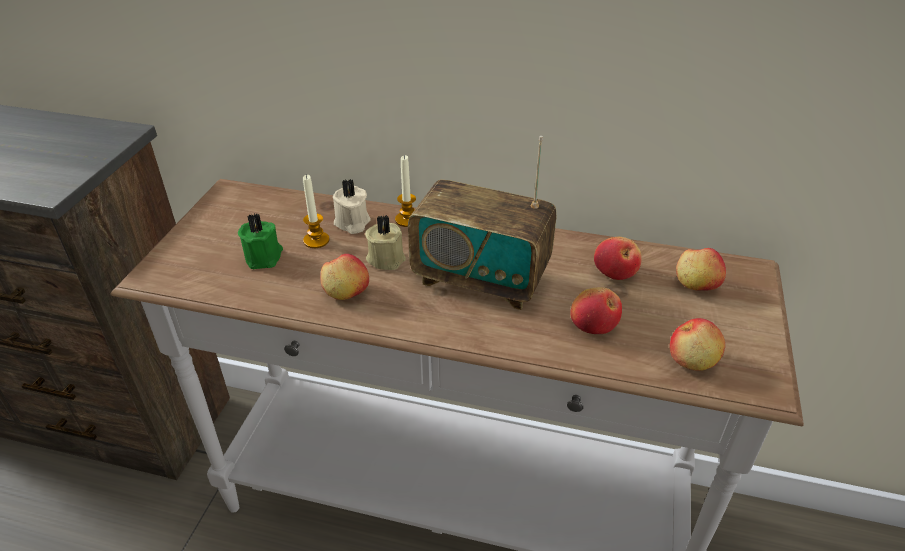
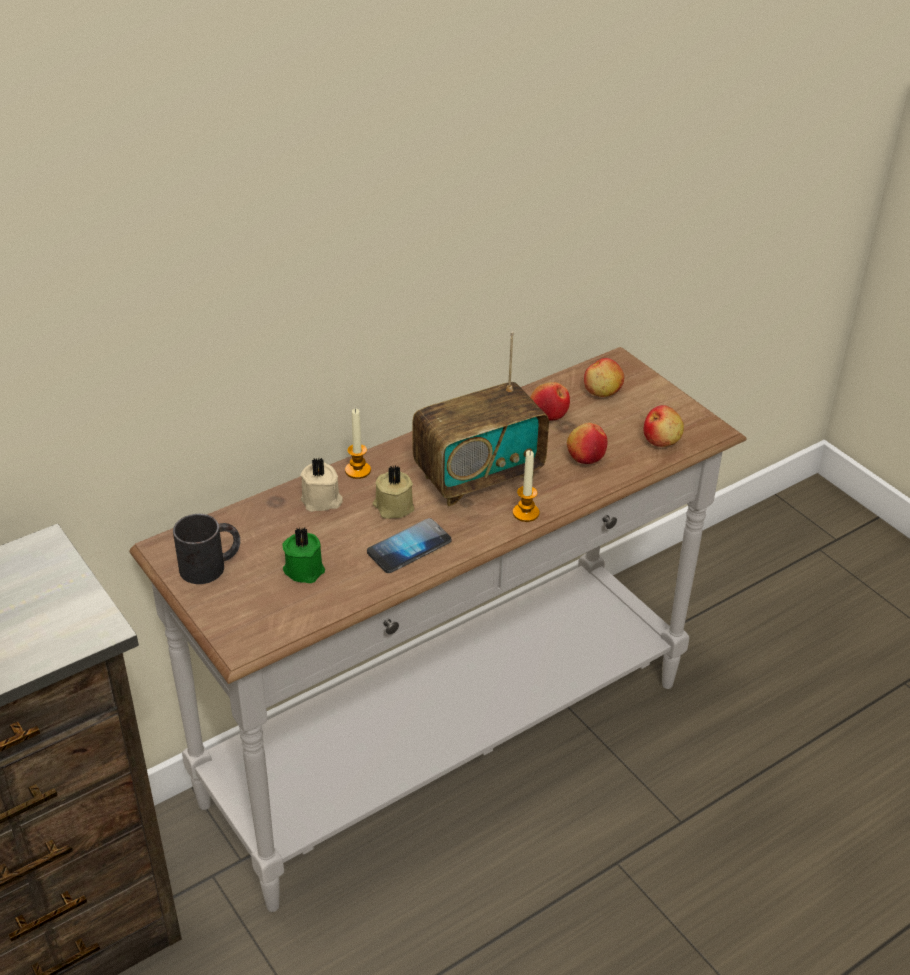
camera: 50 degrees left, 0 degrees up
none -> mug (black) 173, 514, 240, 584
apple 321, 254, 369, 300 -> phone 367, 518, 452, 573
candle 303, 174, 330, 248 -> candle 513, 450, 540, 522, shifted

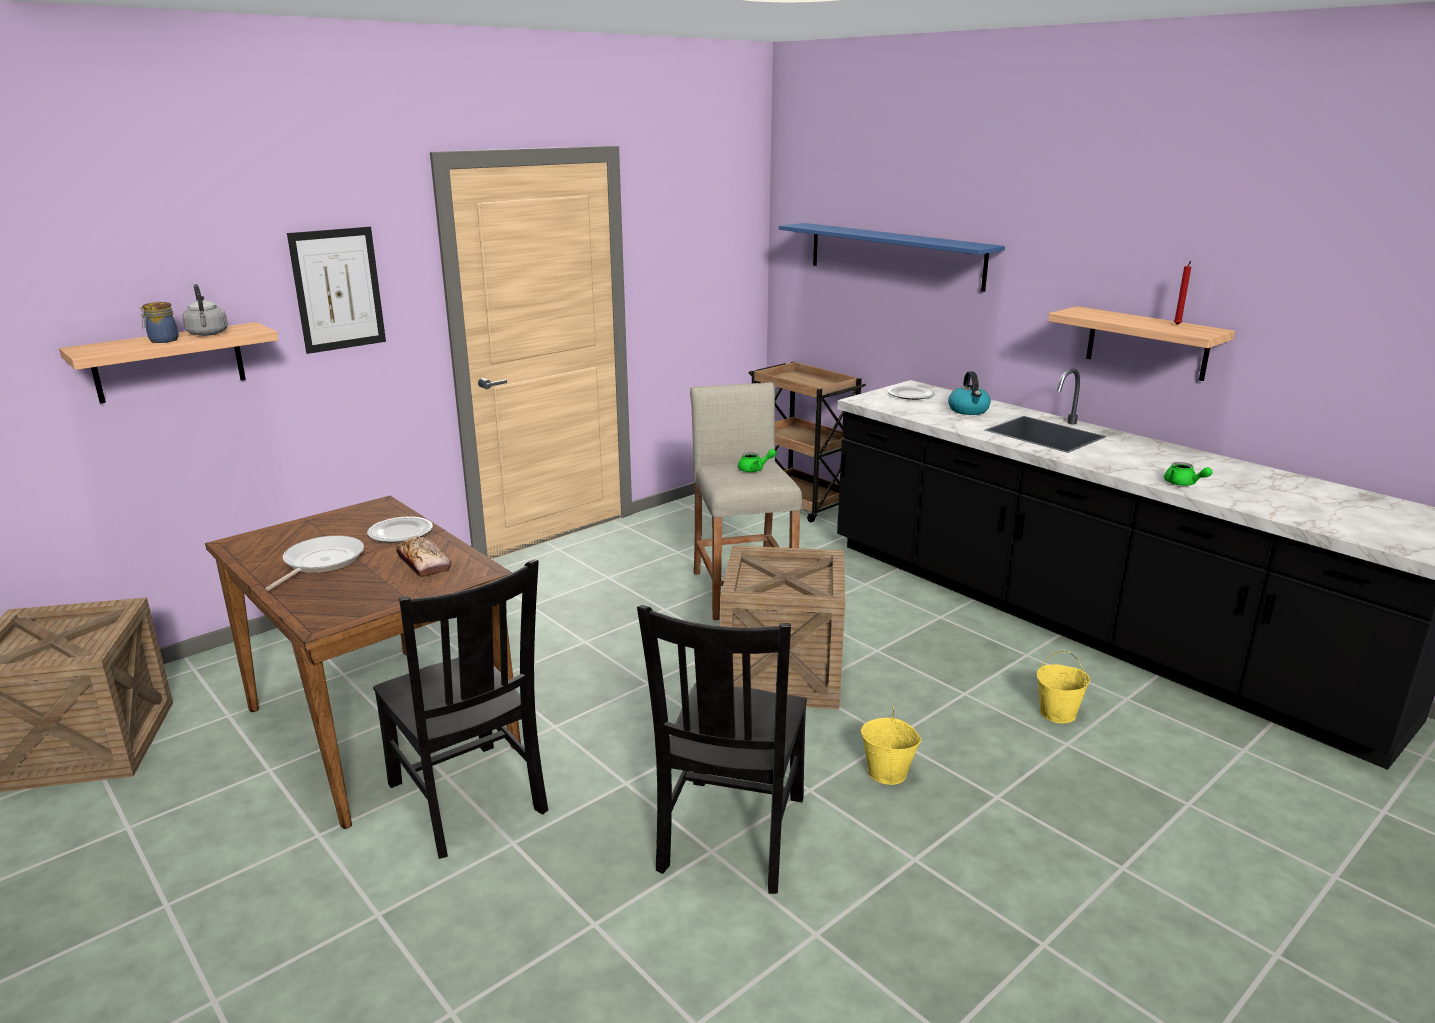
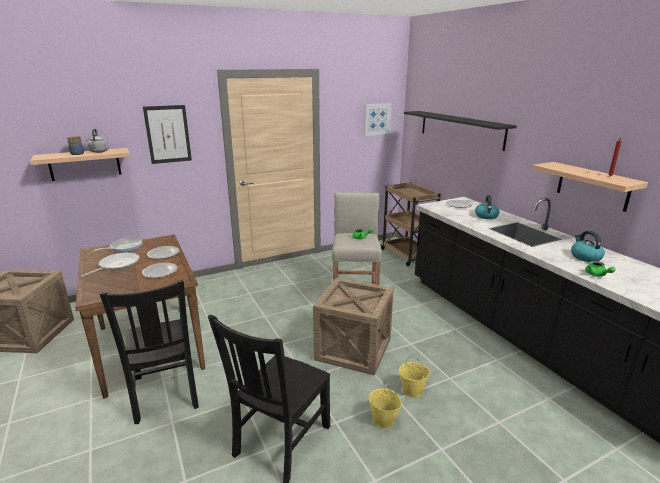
camera: 15 degrees right, 0 degrees up
none -> frying pan 93, 238, 143, 252
bread 396, 536, 451, 577 -> plate 142, 263, 178, 278
none -> picture 364, 103, 392, 136
bucket (yellow) 1037, 650, 1090, 723 -> bucket (yellow) 399, 356, 430, 398, shifted
shelf (blue) 779, 223, 1005, 292 -> shelf (black) 404, 111, 517, 151
none -> kettle 571, 231, 605, 262

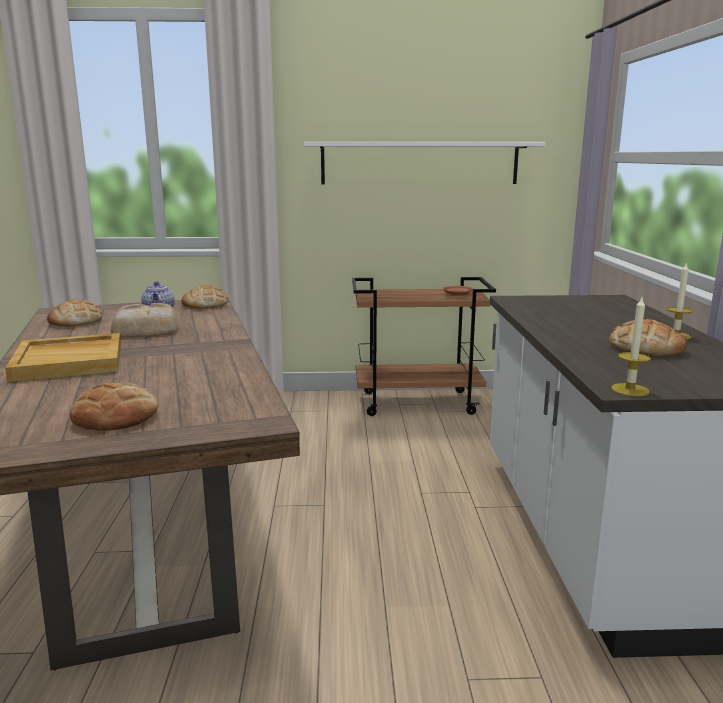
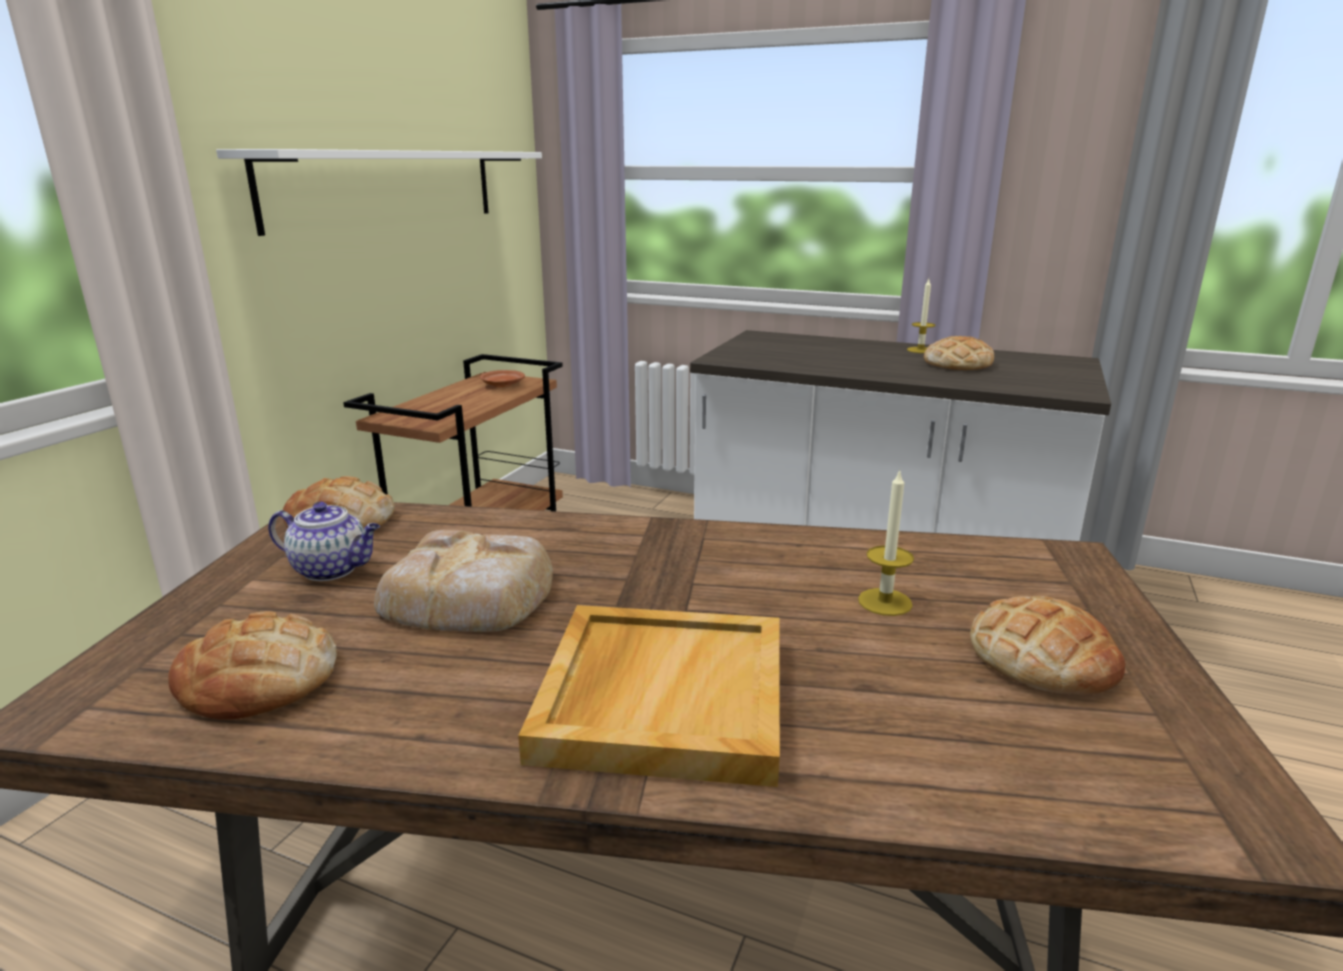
camera: 65 degrees left, 5 degrees up
candle 611, 297, 651, 397 -> candle 858, 469, 914, 616, shifted

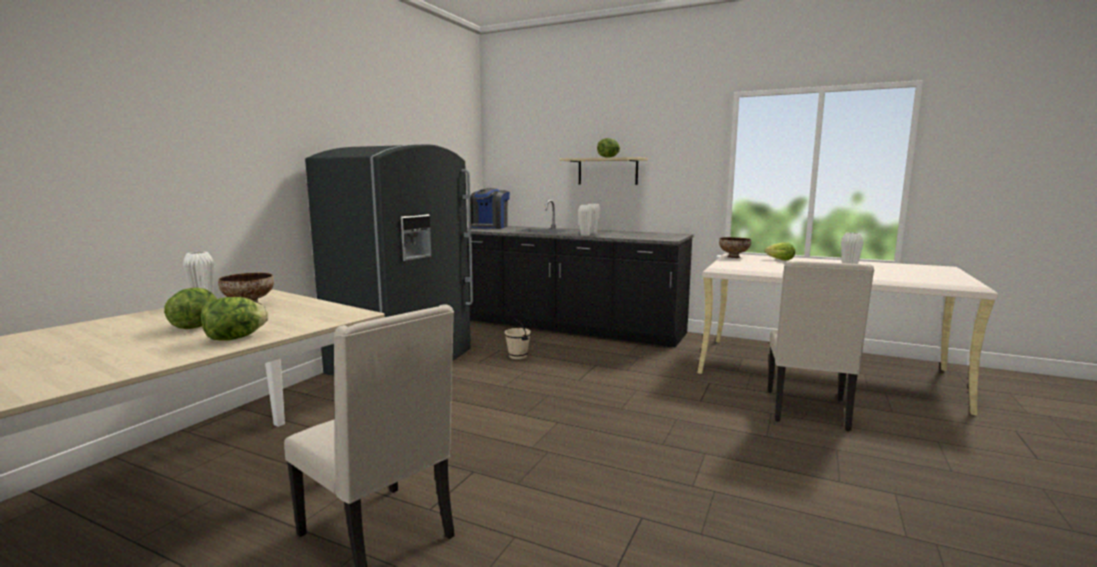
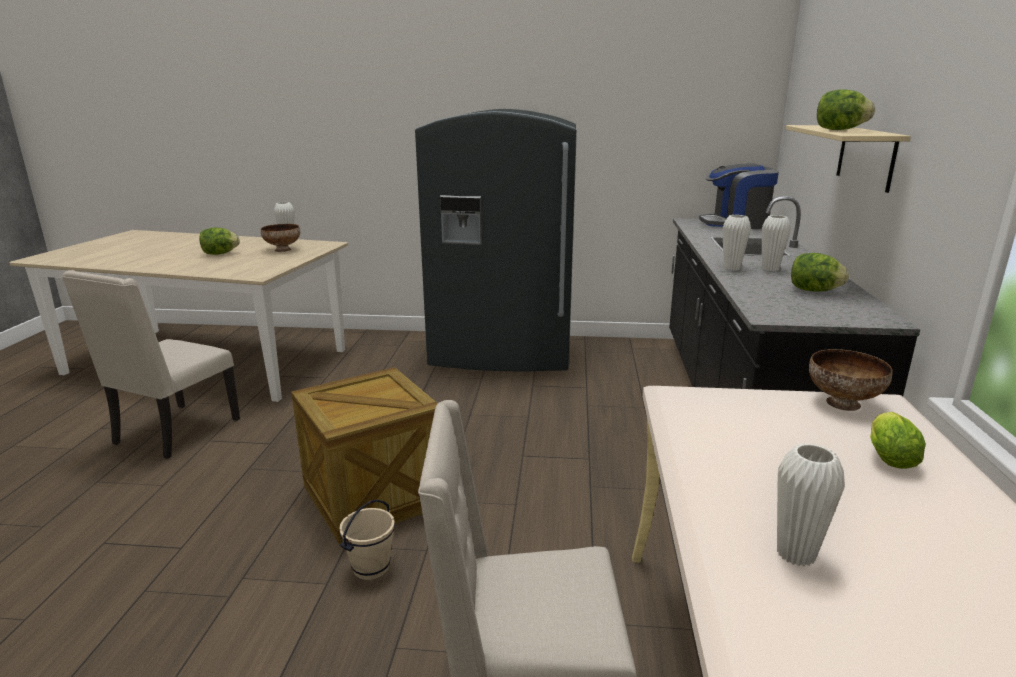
camera: 70 degrees right, 10 degrees up
none -> crate 291, 367, 438, 544
bucket (beige) 505, 320, 531, 359 -> bucket (beige) 339, 500, 395, 580, shifted
lettuce 201, 297, 269, 341 -> lettuce 791, 253, 849, 292, shifted

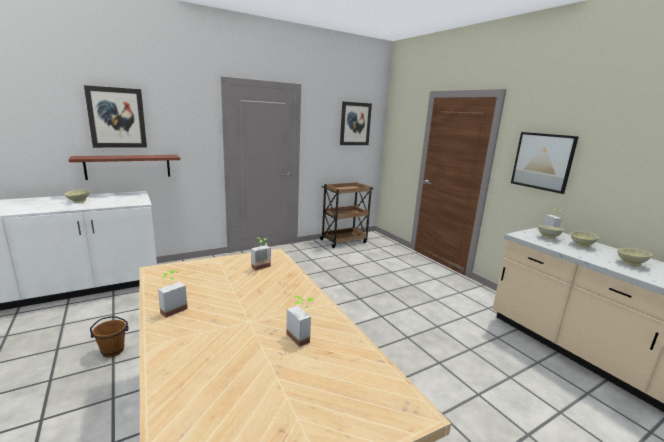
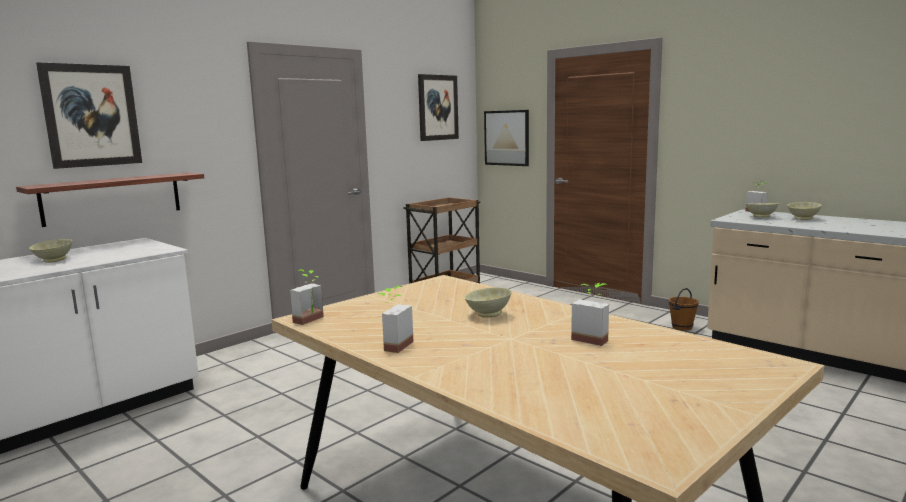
camera: 15 degrees left, 5 degrees down
potted plant 251, 237, 271, 270 -> potted plant 290, 270, 324, 325, shifted
bowl (beige) 617, 248, 653, 266 -> bowl (beige) 464, 287, 512, 318, shifted
picture 511, 132, 579, 194 -> picture 484, 110, 529, 166, shifted
bucket (brown) 90, 316, 129, 357 -> bucket (brown) 669, 288, 699, 331, shifted

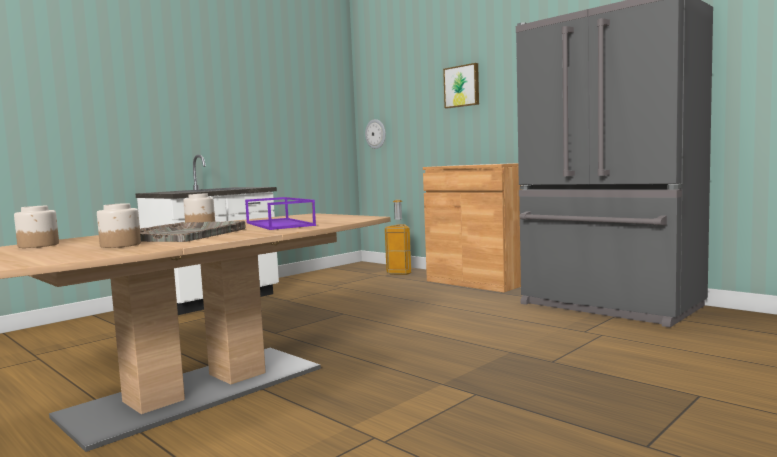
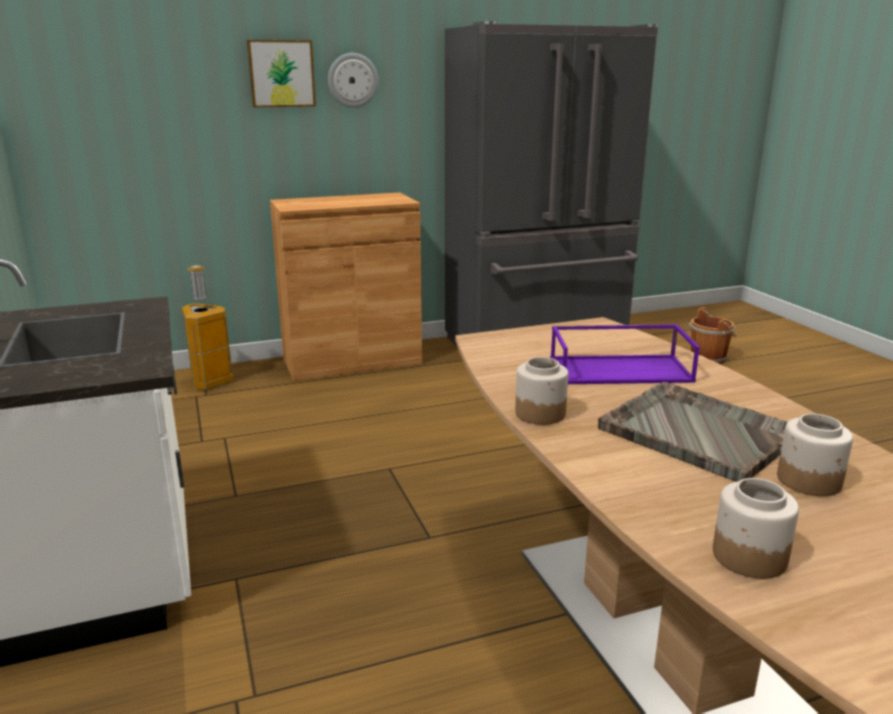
camera: 65 degrees left, 15 degrees up
wall clock 365, 119, 386, 149 -> wall clock 328, 53, 379, 108, shifted
none -> bucket (brown) 689, 307, 737, 364

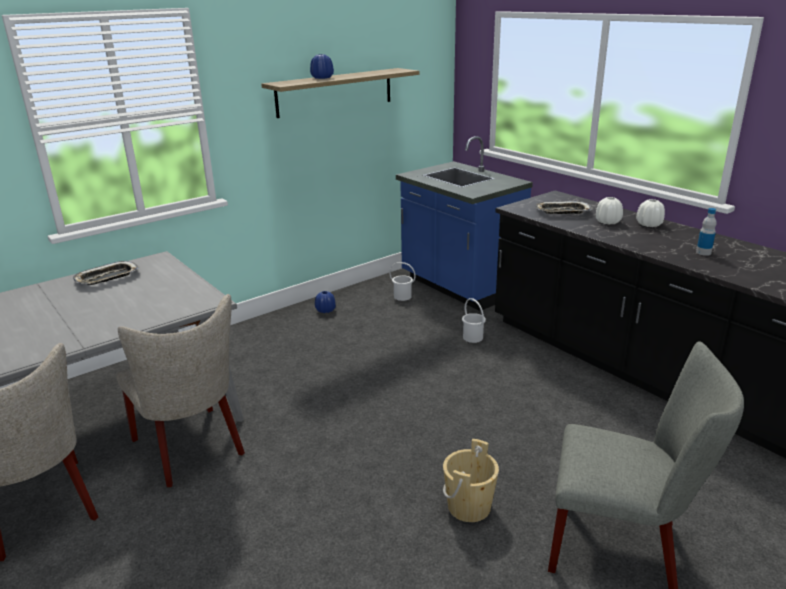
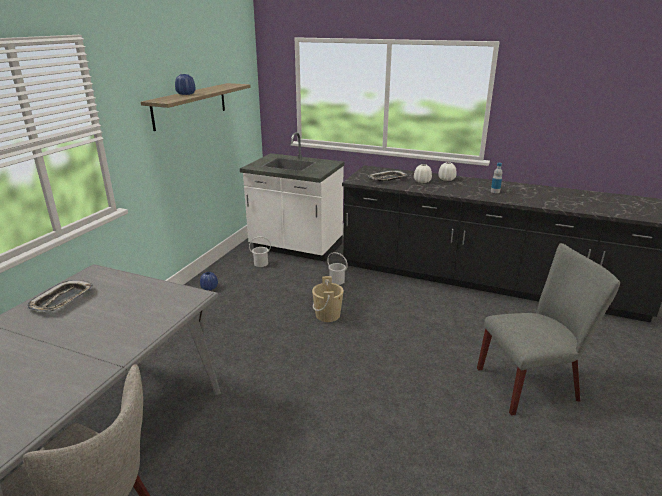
camera: 30 degrees left, 0 degrees up
counter (blue) 396, 136, 533, 311 -> counter (white) 240, 132, 344, 261
bucket (beige) 443, 439, 499, 522 -> bucket (beige) 312, 276, 344, 322, shifted
chair (beige) 116, 294, 245, 487 -> none

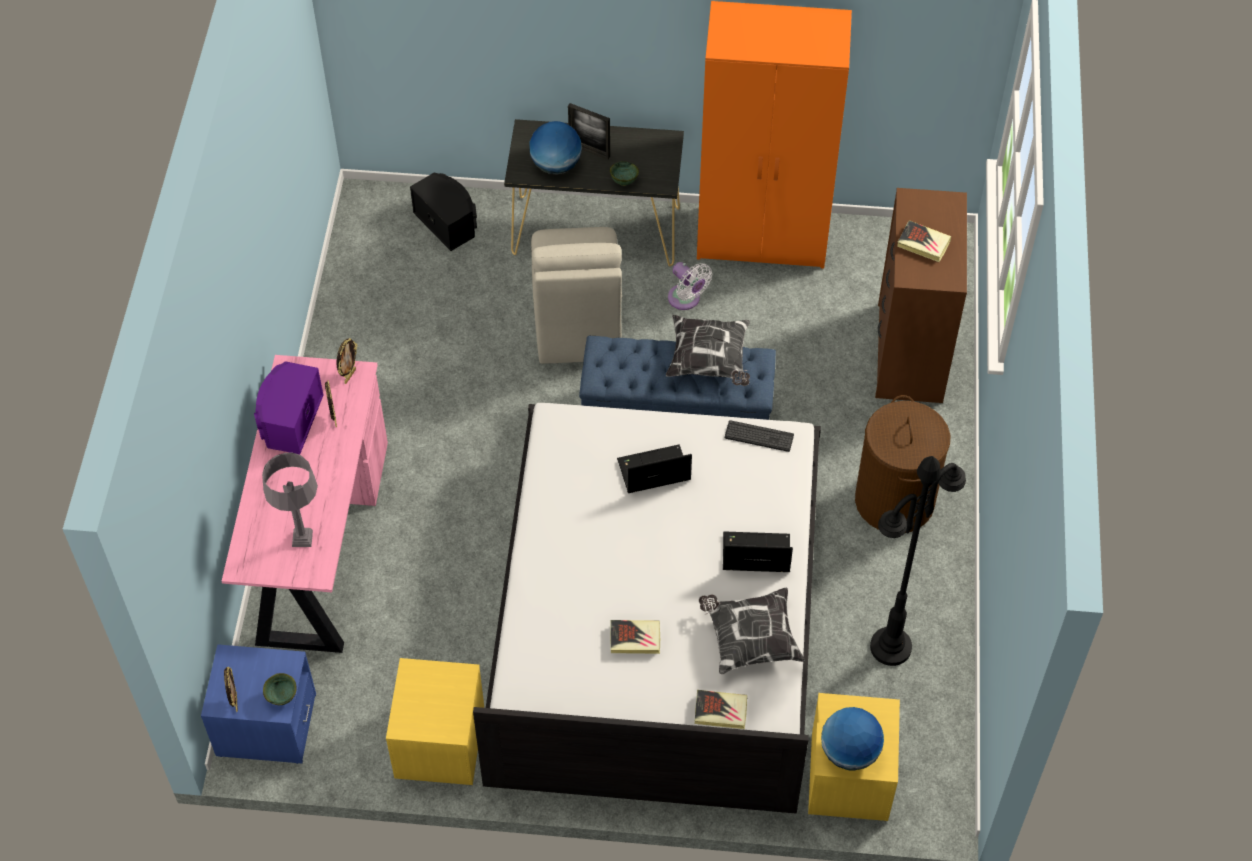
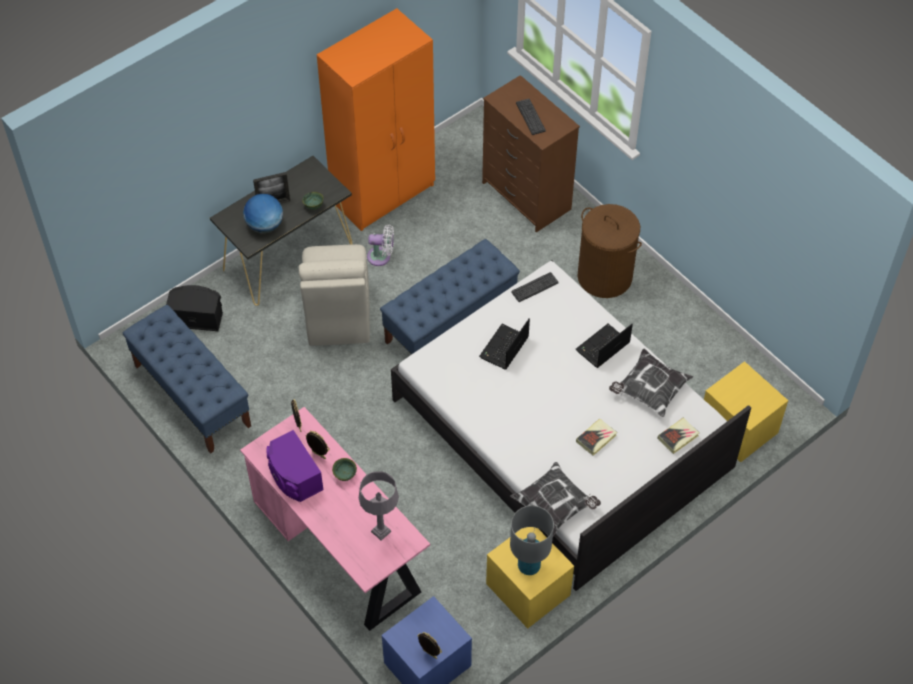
camera: 45 degrees left, 0 degrees up
none -> bench (blue) 123, 305, 251, 454
chair (beige) 531, 227, 622, 364 -> chair (beige) 299, 244, 370, 346, 45 degrees clockwise
bowl (green) 263, 673, 297, 705 -> bowl (green) 332, 458, 357, 481, shifted
none -> table lamp (grey) 510, 505, 554, 575
pillow 666, 315, 750, 386 -> pillow 511, 462, 601, 536, shifted
book 897, 220, 951, 262 -> keyboard 516, 99, 546, 135
globe 821, 707, 884, 771 -> none
floor lamp (black) 870, 456, 966, 666 -> none

